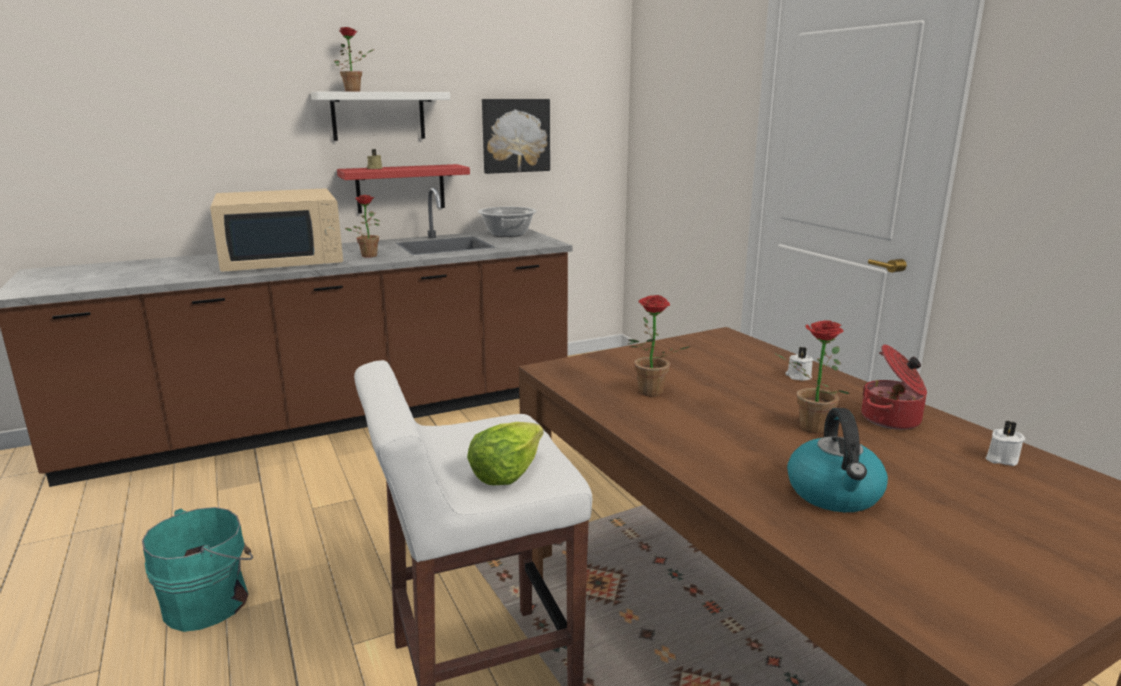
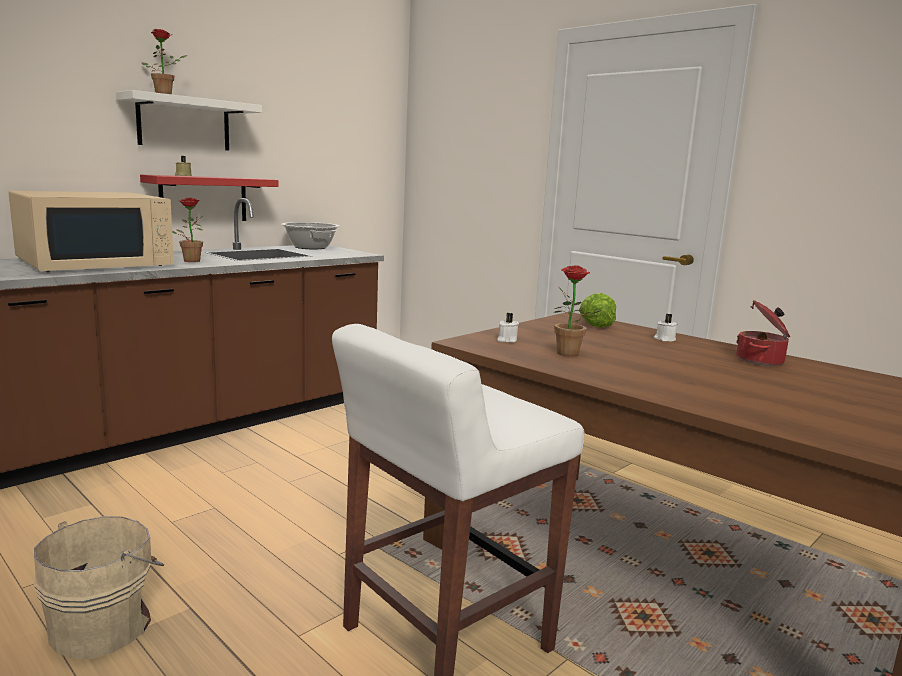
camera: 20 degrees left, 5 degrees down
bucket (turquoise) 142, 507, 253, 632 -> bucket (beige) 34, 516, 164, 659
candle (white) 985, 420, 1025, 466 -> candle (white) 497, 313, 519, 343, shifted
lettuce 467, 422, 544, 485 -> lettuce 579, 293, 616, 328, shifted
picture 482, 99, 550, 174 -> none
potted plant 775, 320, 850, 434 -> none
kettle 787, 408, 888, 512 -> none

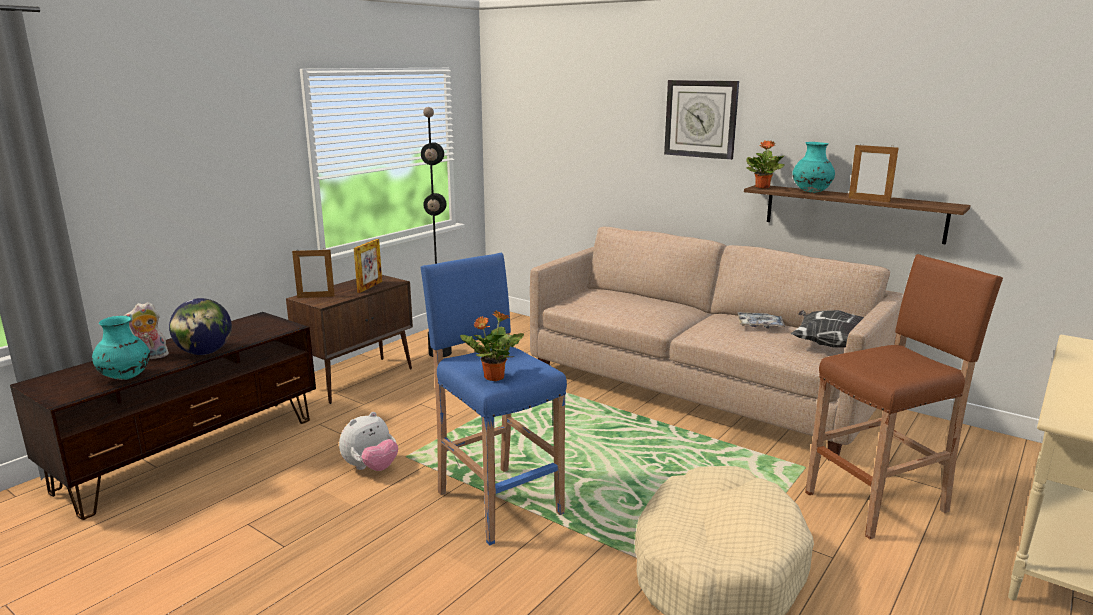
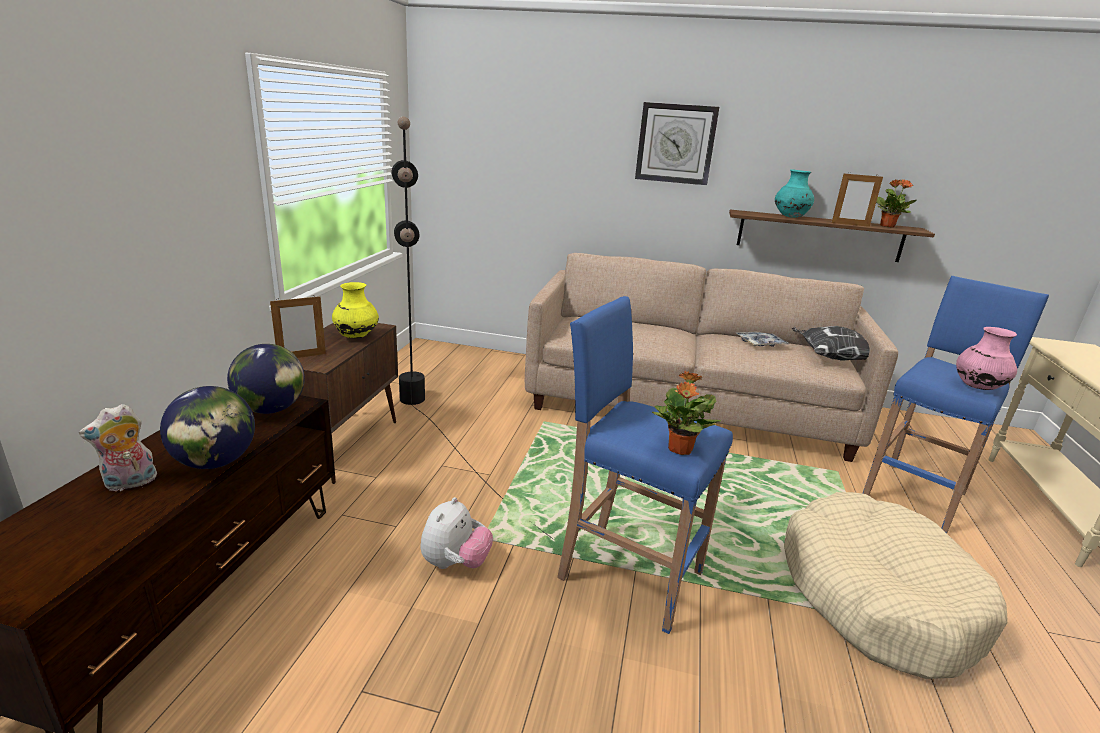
camera: 25 degrees left, 5 degrees up
none -> globe 227, 344, 305, 414
picture frame 354, 239, 382, 293 -> vase (yellow) 332, 282, 379, 338
stool (brown) 805, 254, 1003, 539 -> stool (blue) 862, 276, 1049, 533
potted plant 746, 141, 785, 189 -> potted plant 876, 179, 917, 228, shifted
none -> vase (pink) 956, 327, 1017, 390
vase (turquoise) 92, 316, 150, 380 -> none

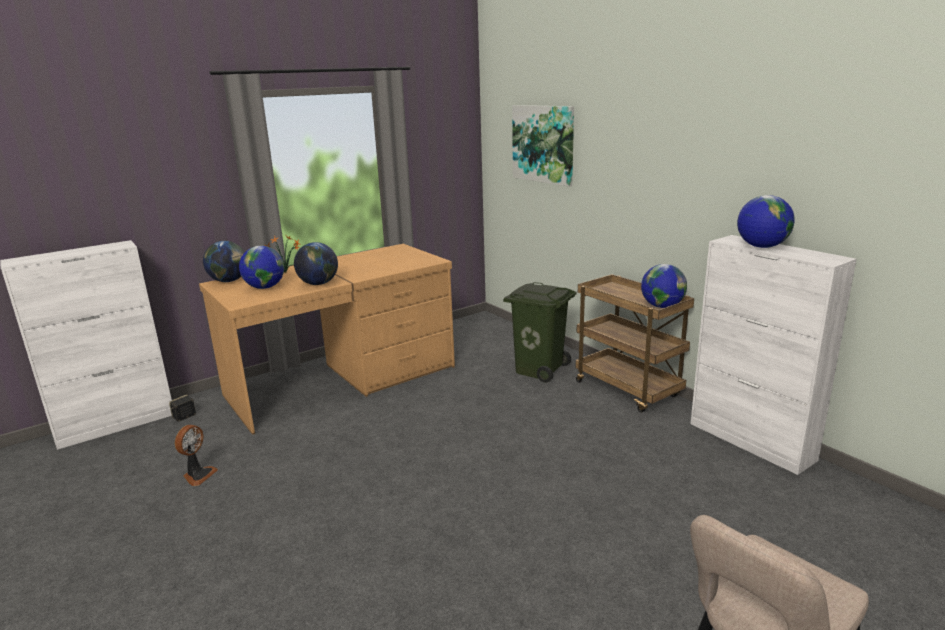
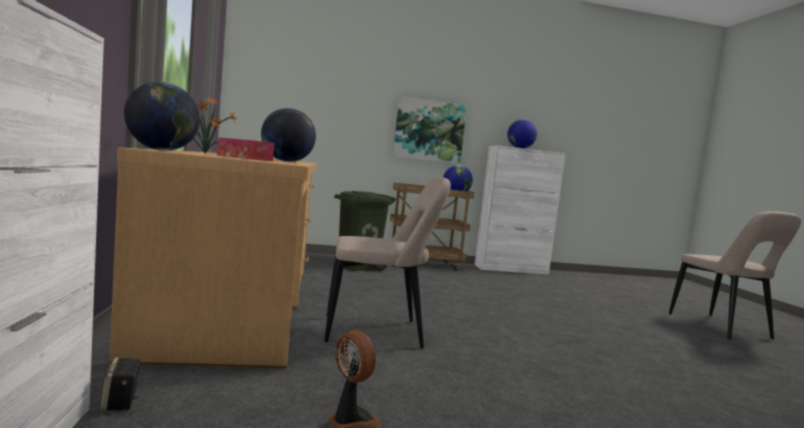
camera: 65 degrees left, 15 degrees down
globe 239, 246, 284, 289 -> tissue box 217, 137, 274, 161
none -> chair (beige) 324, 177, 451, 349
picture 512, 105, 574, 187 -> picture 393, 96, 467, 164, shifted

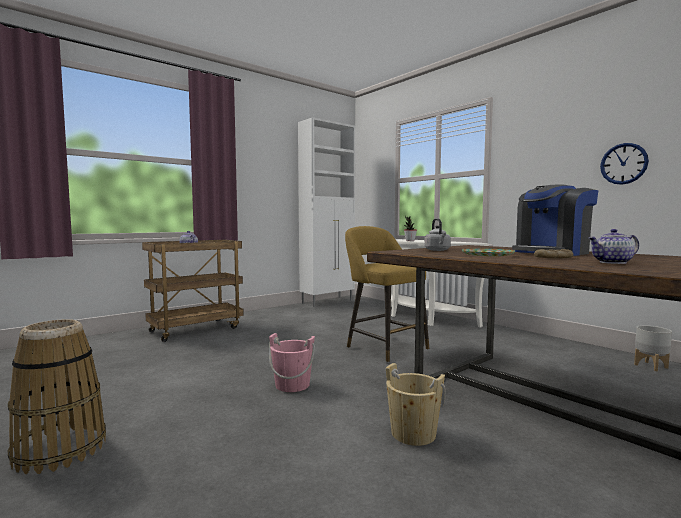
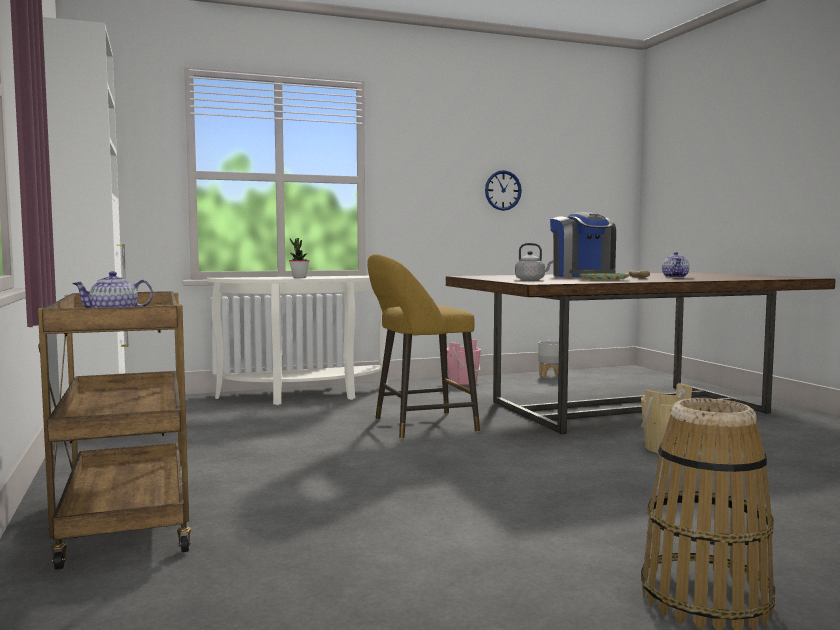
camera: 70 degrees left, 0 degrees up
bucket (pink) 269, 333, 315, 392 -> bucket (pink) 447, 339, 481, 385, shifted

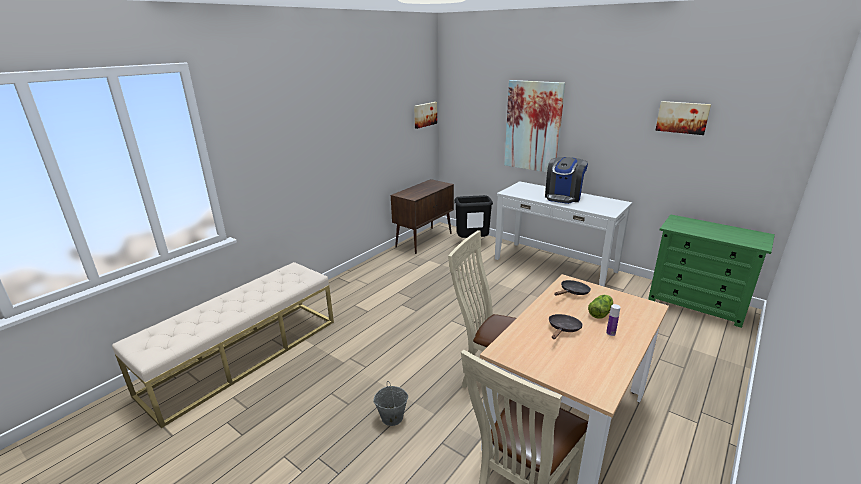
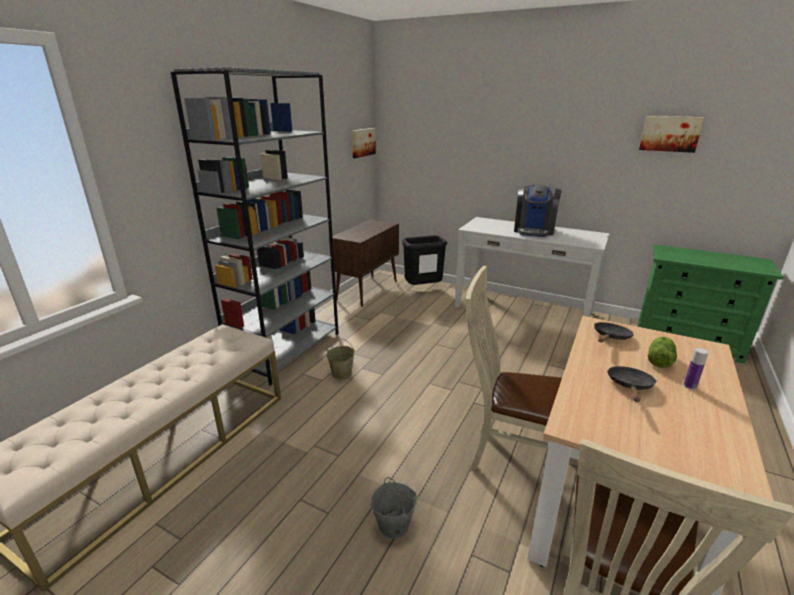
camera: 10 degrees left, 0 degrees up
none -> bookcase (grey) 171, 67, 339, 386
none -> bucket (beige) 327, 338, 355, 379
picture 504, 80, 565, 172 -> none

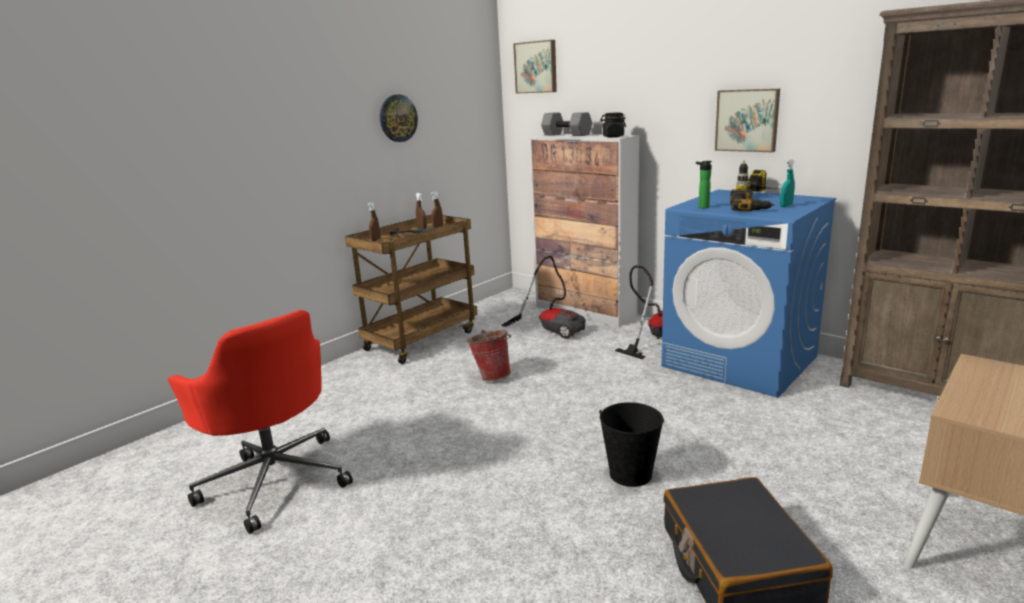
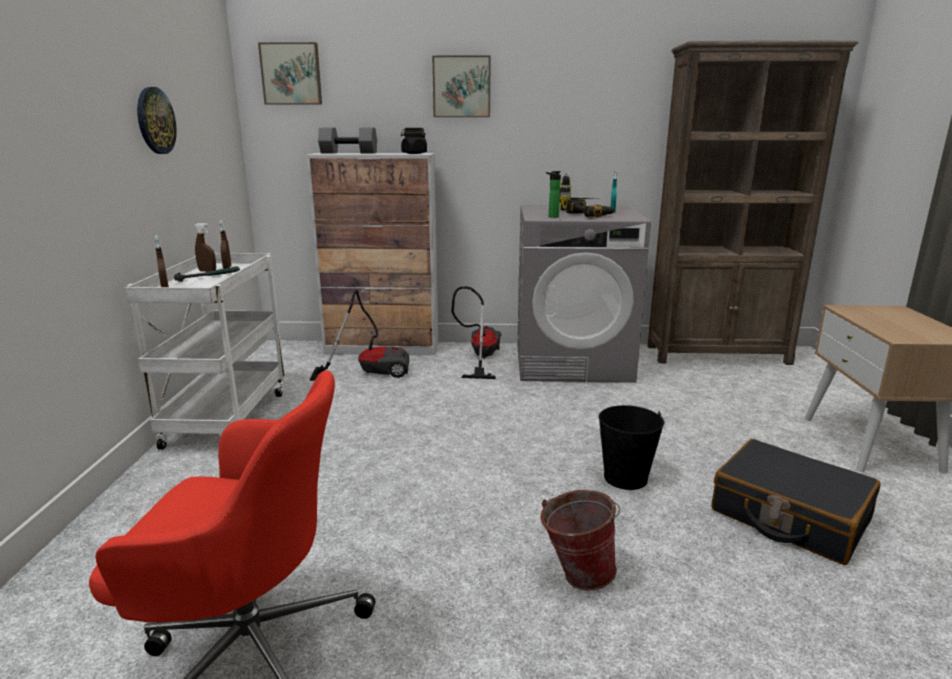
camera: 40 degrees left, 0 degrees up
cart (brown) 345, 215, 478, 364 -> cart (white) 124, 253, 285, 450
picture 715, 89, 780, 152 -> picture 432, 55, 491, 117, shifted
washing machine (blue) 661, 190, 836, 398 -> washing machine (grey) 517, 205, 651, 383
bucket 467, 330, 511, 381 -> bucket 541, 490, 620, 590, shifted

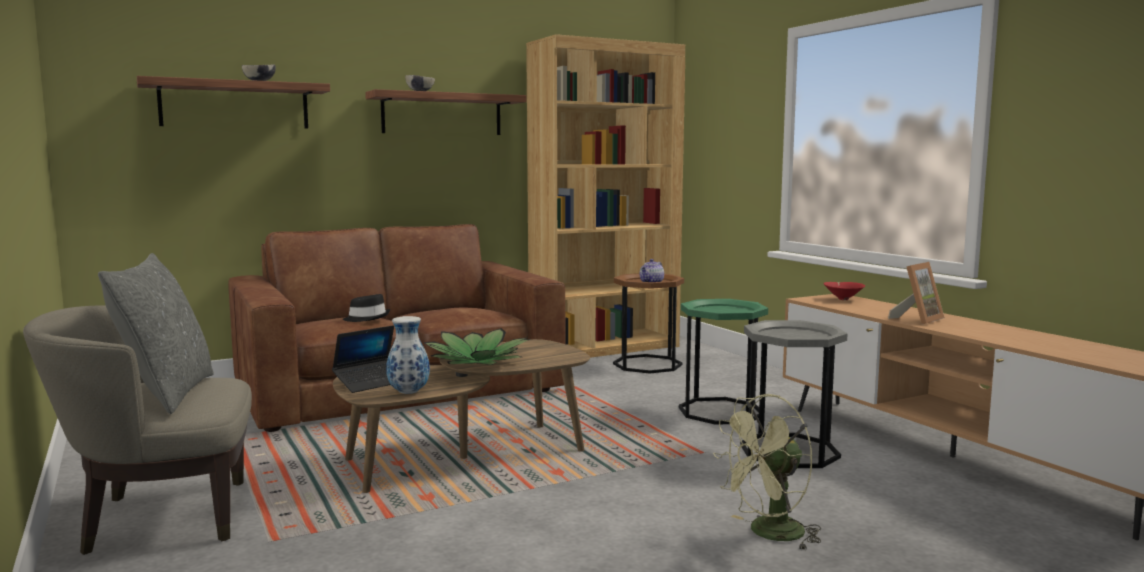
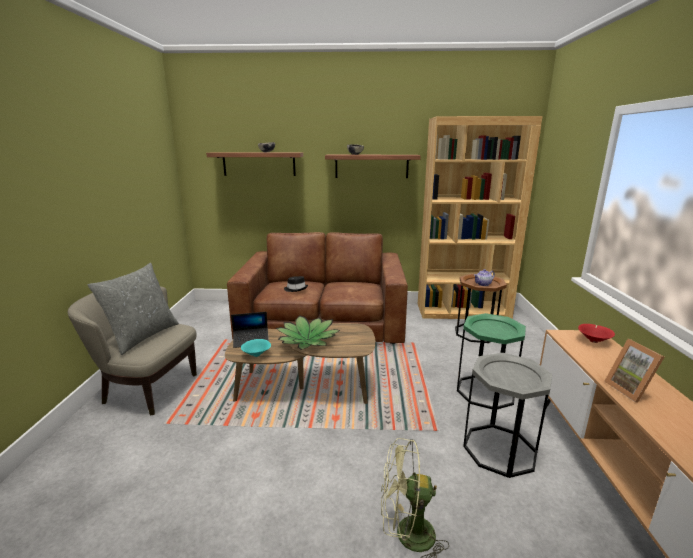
camera: 30 degrees right, 10 degrees up
vase 386, 316, 430, 394 -> bowl (turquoise) 241, 339, 271, 357
picture frame 888, 262, 945, 324 -> picture frame 604, 339, 664, 403, 90 degrees clockwise

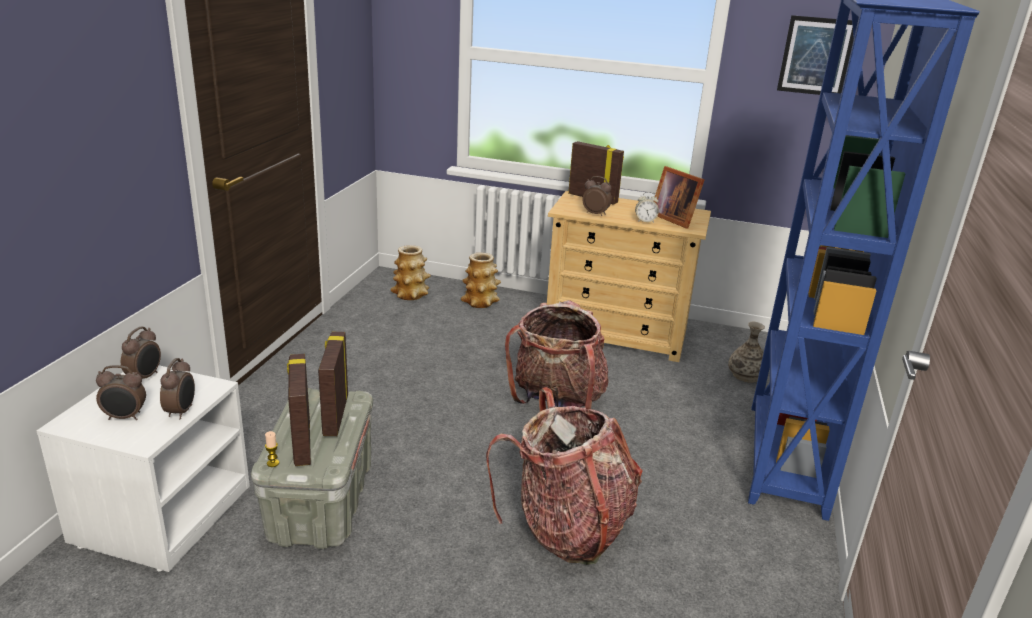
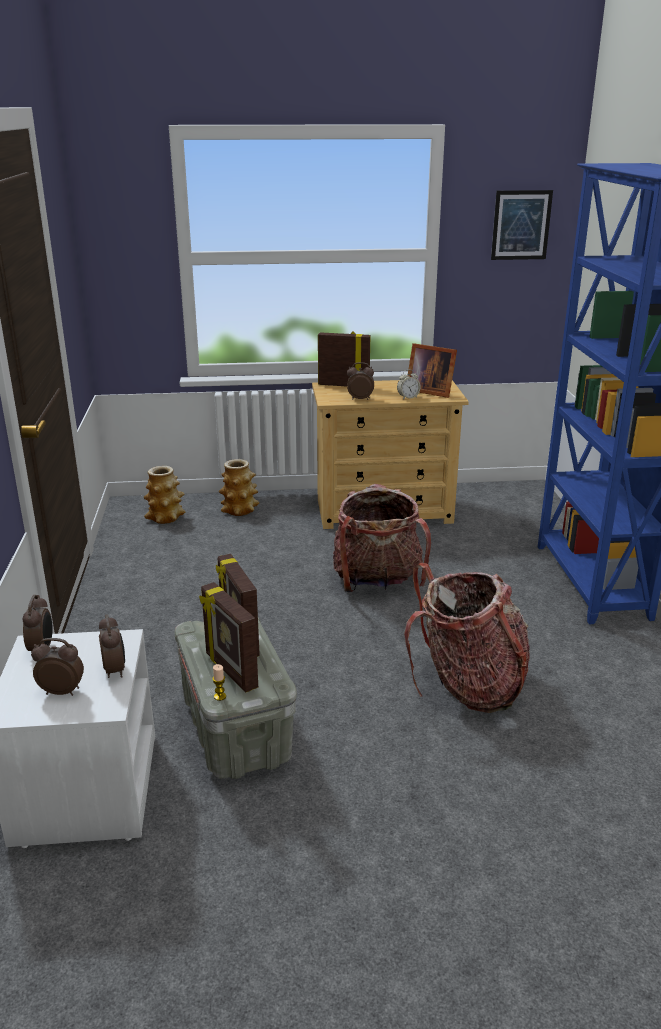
camera: 20 degrees left, 0 degrees up
alarm clock 96, 365, 146, 420 -> alarm clock 31, 638, 84, 696, 150 degrees counterclockwise
vase 728, 322, 765, 383 -> none

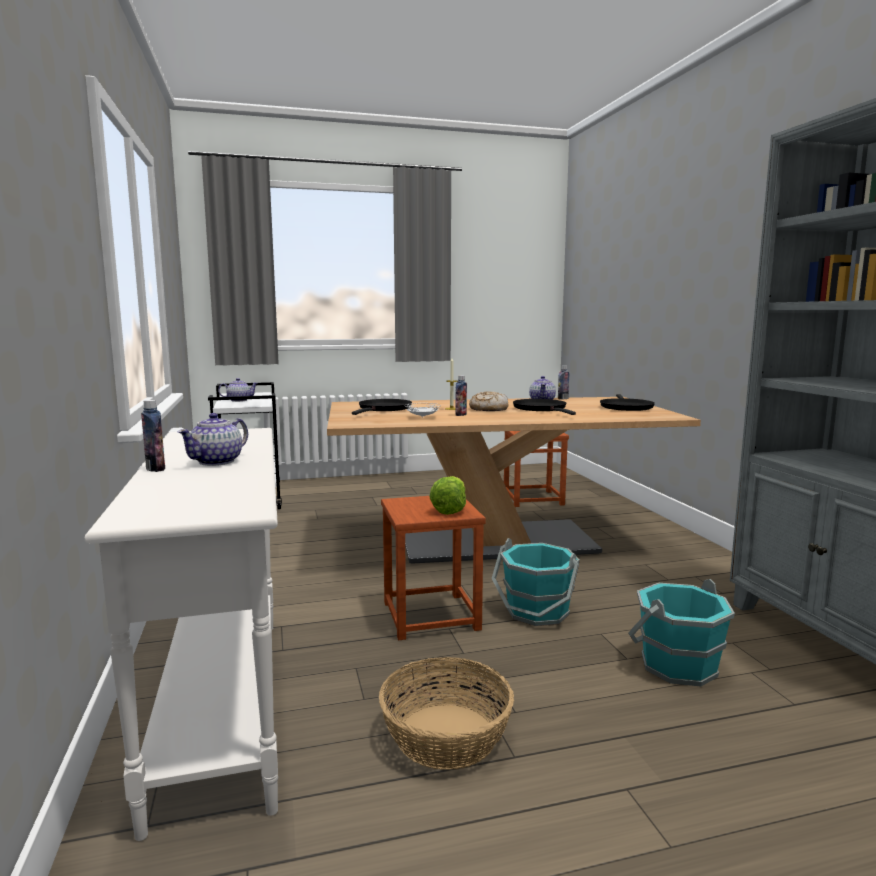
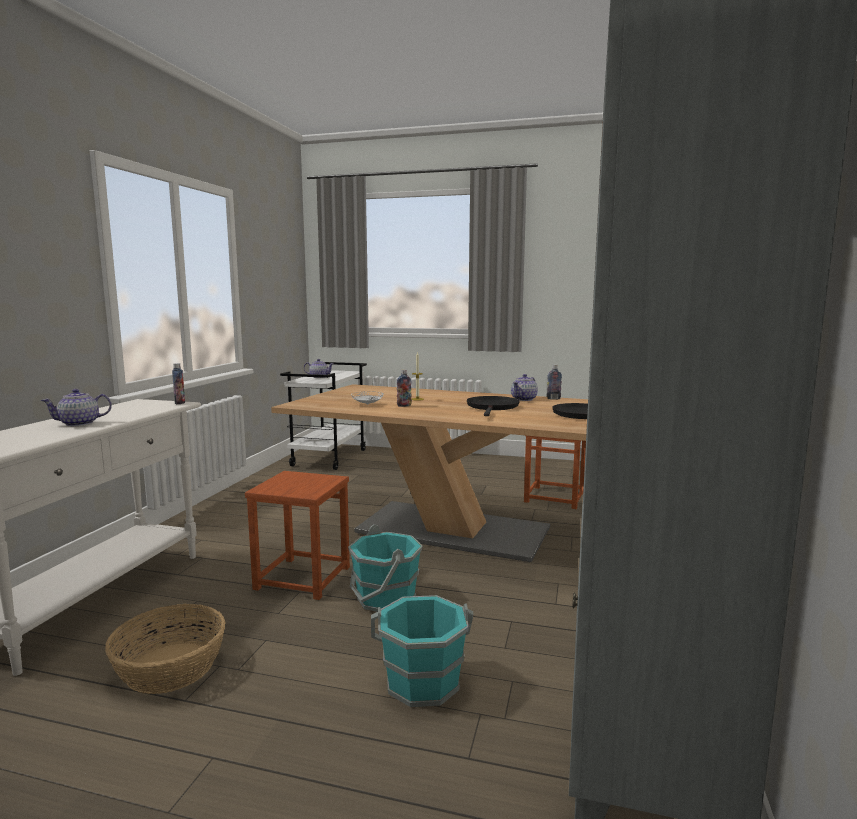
camera: 30 degrees right, 0 degrees up
bottle 141, 400, 165, 472 -> bottle 172, 363, 185, 404, shifted
frying pan (black) 352, 399, 412, 415 -> none
lettuce 429, 476, 466, 515 -> none
bread 469, 391, 508, 411 -> none

